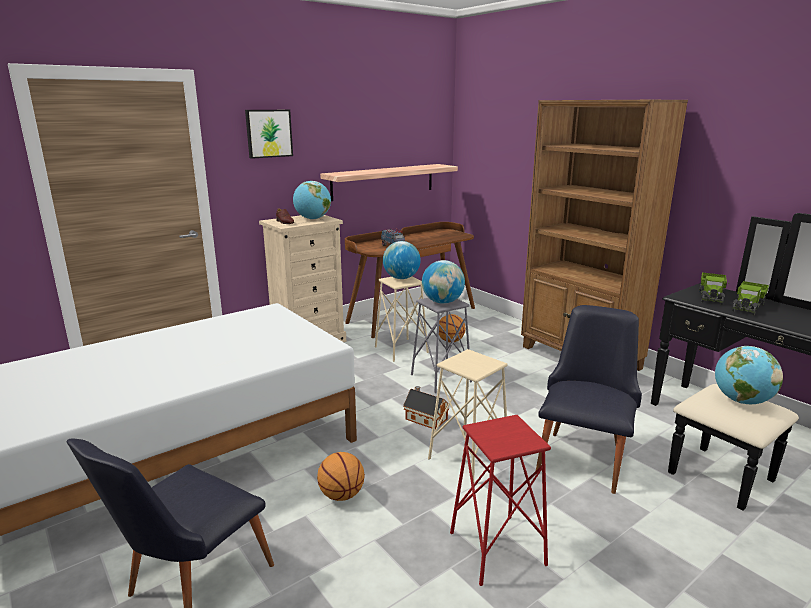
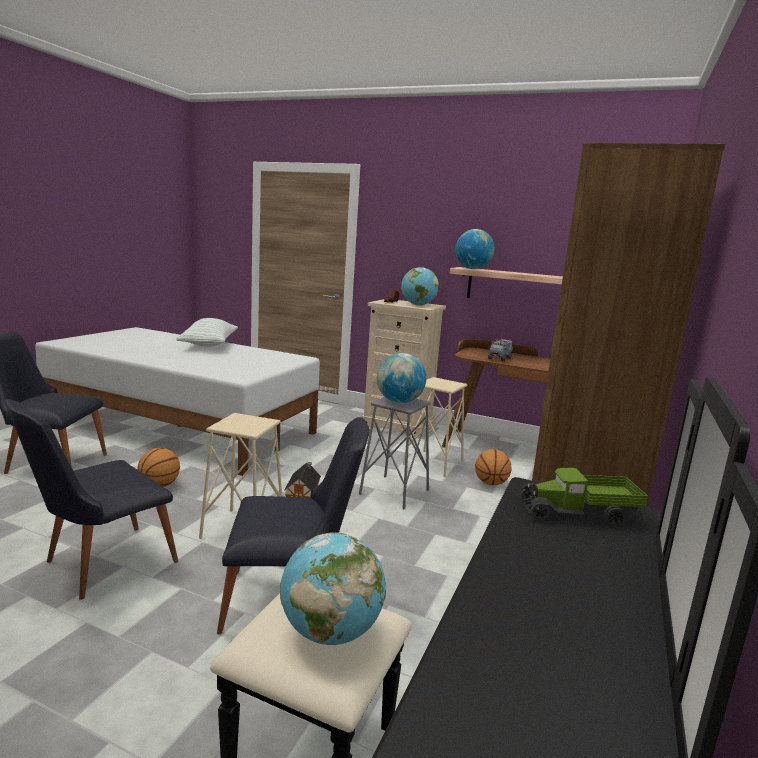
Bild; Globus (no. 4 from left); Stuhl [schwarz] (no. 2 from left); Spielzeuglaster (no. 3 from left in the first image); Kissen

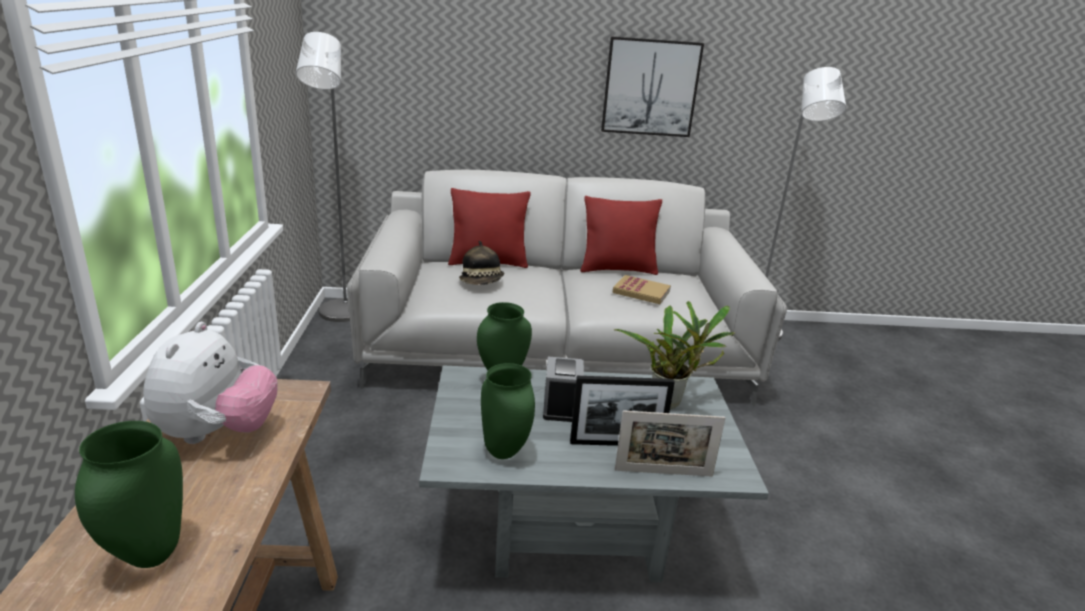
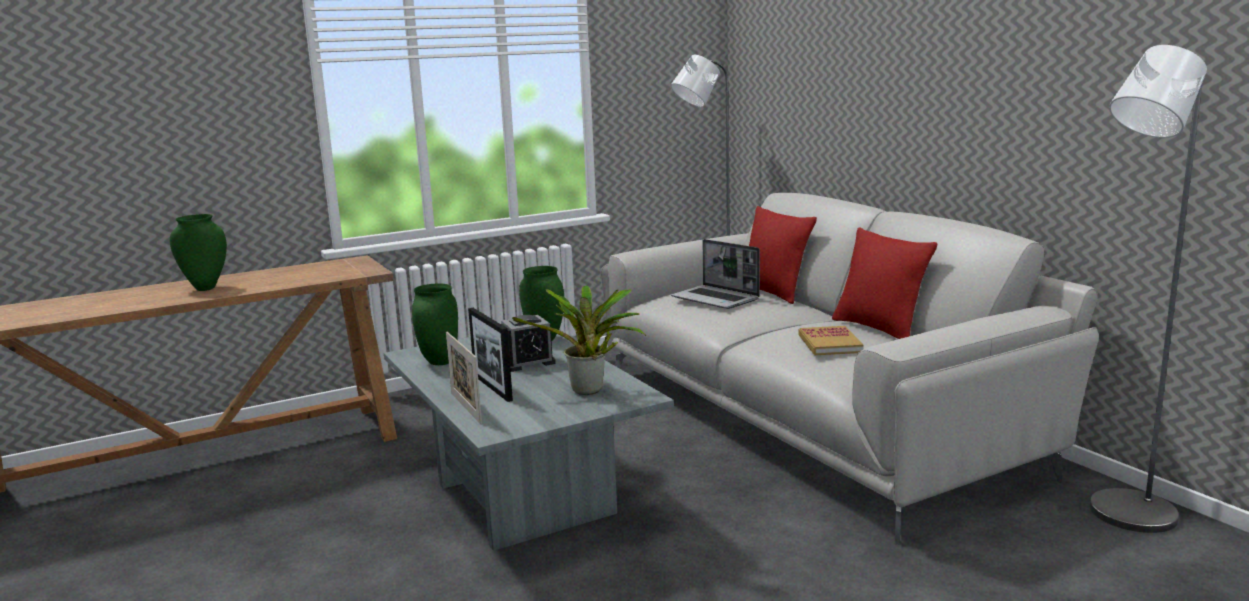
Plüschtier; Laptop; Bild

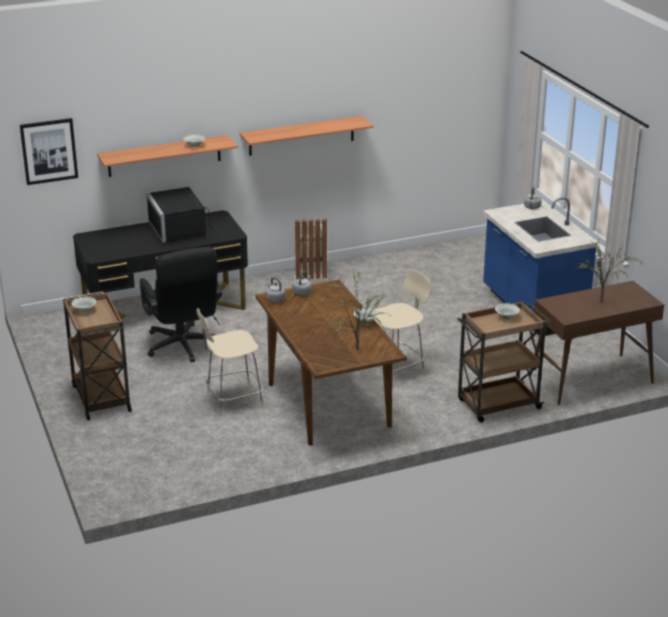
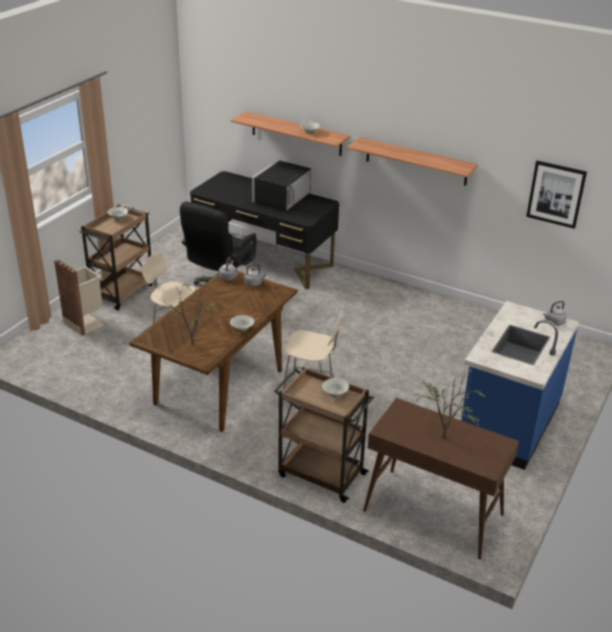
Bild; Mülleimer [beige]

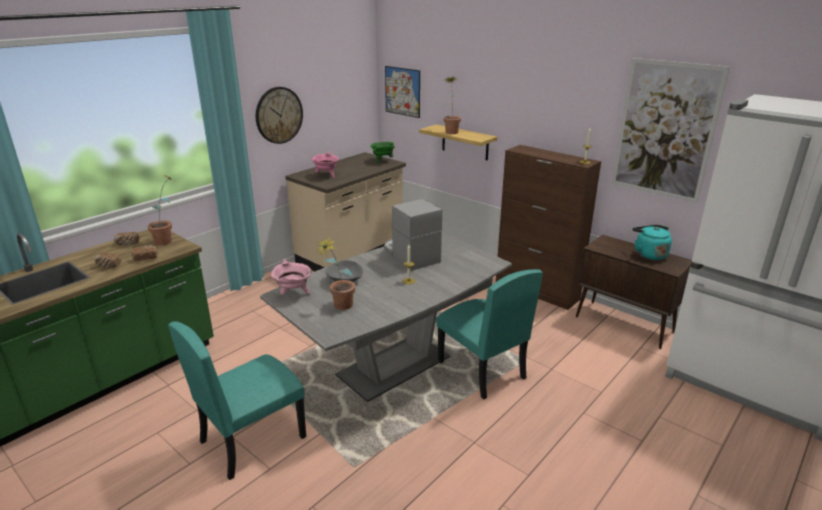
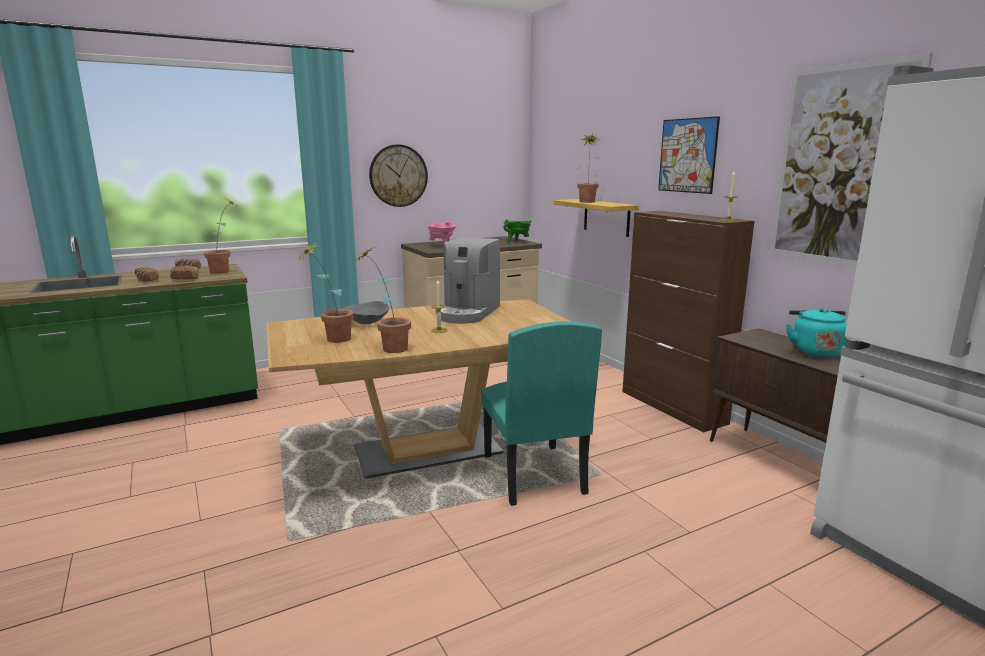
Stuhl [türkis] (no. 1 from left in the first image); Esstisch [braun]; Kochtopf [rosa] (no. 1 from left in the first image); Kaffeemaschine; Bild (no. 1 from left); Topfpflanze (no. 3 from left)

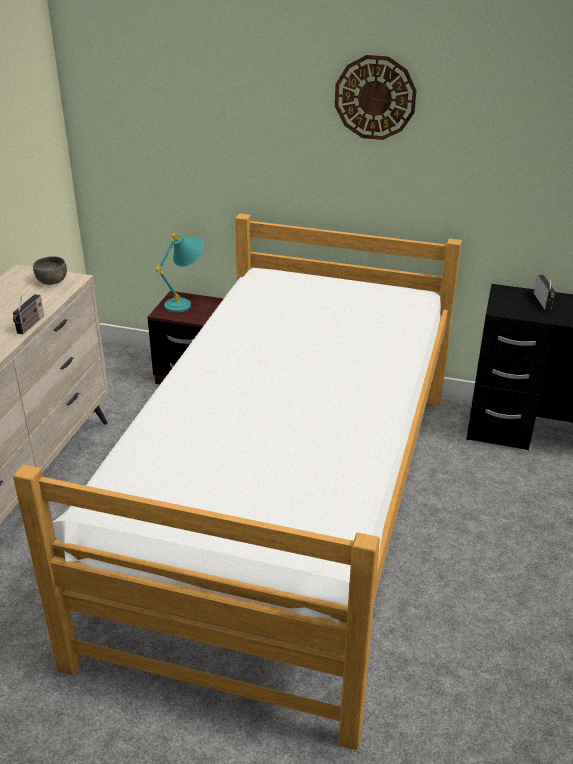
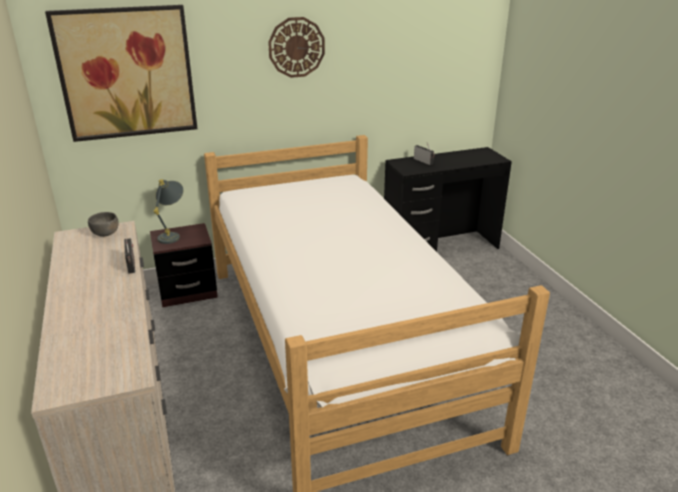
Tischlampe [grau]; Bild

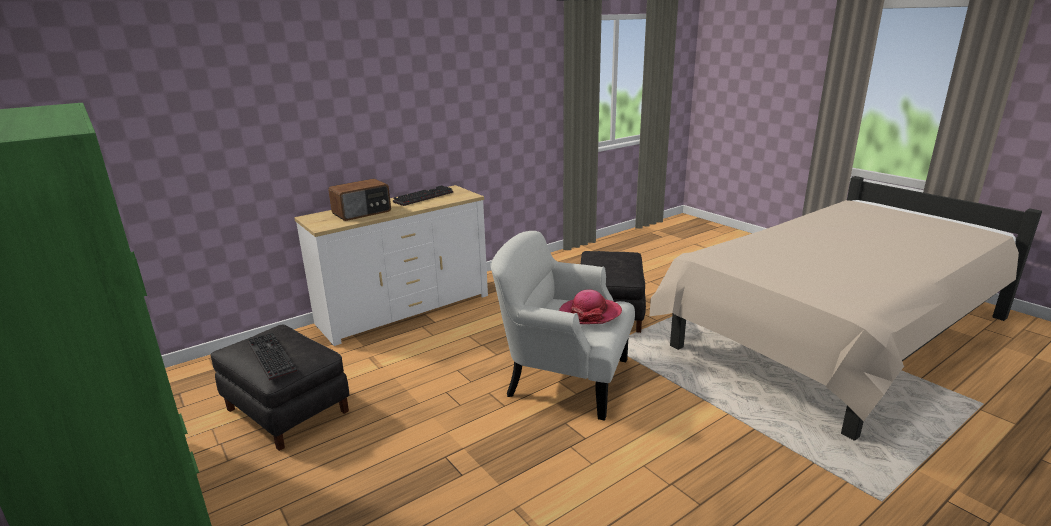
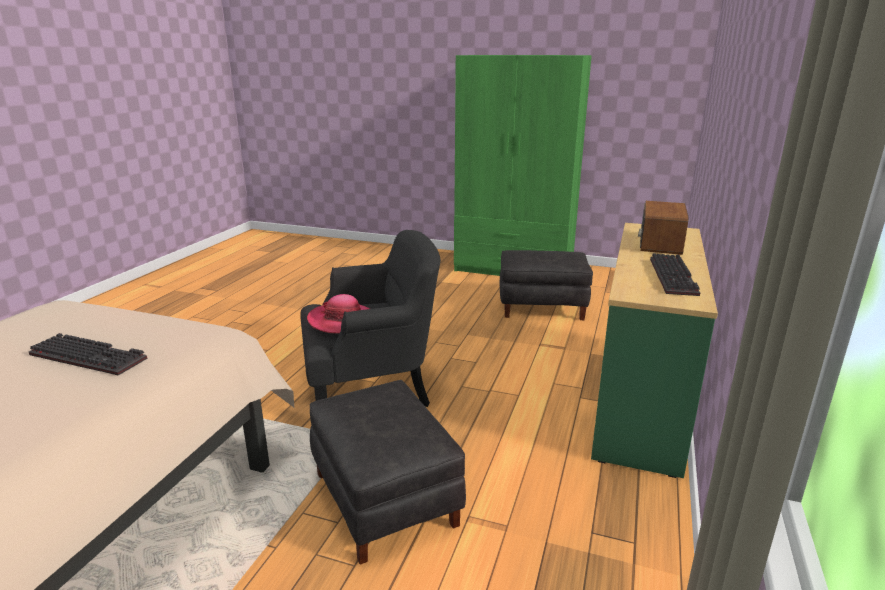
Tastatur (no. 1 from left); Kommode [grün]; Sessel [schwarz]

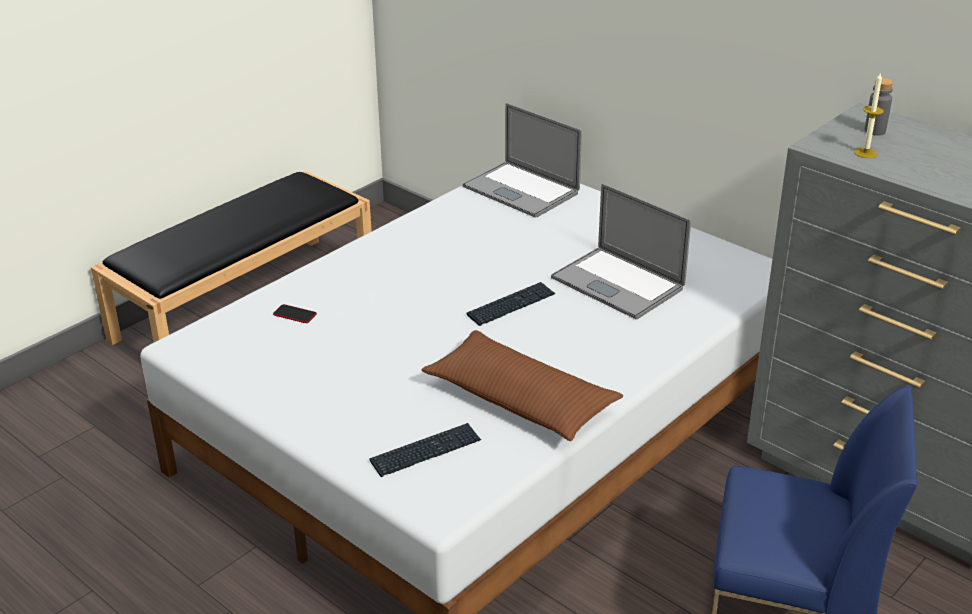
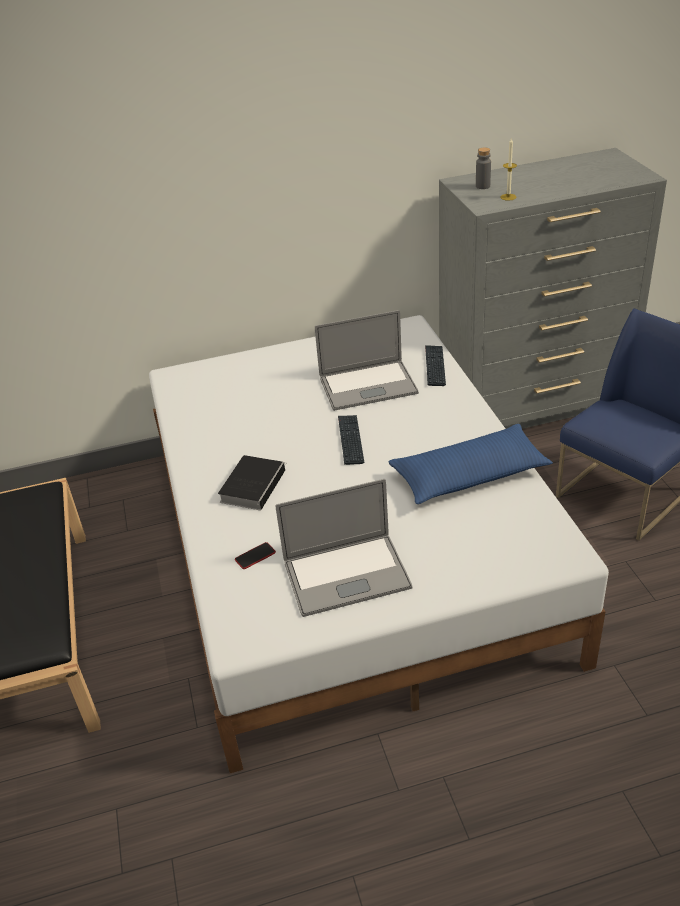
Tastatur (no. 2 from left); Kissen [blau]; Laptop (no. 1 from left); Buch

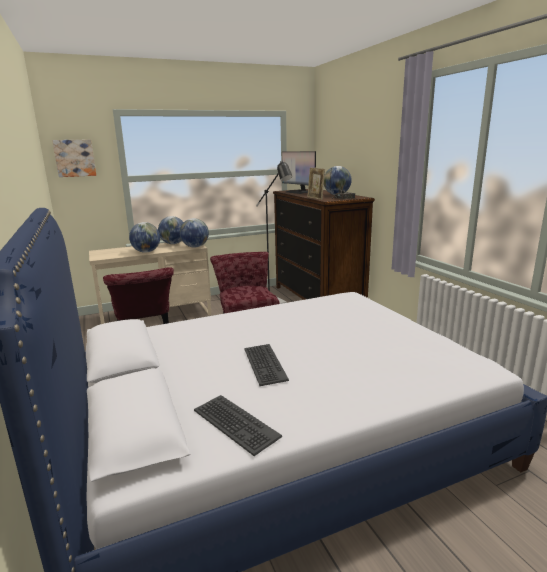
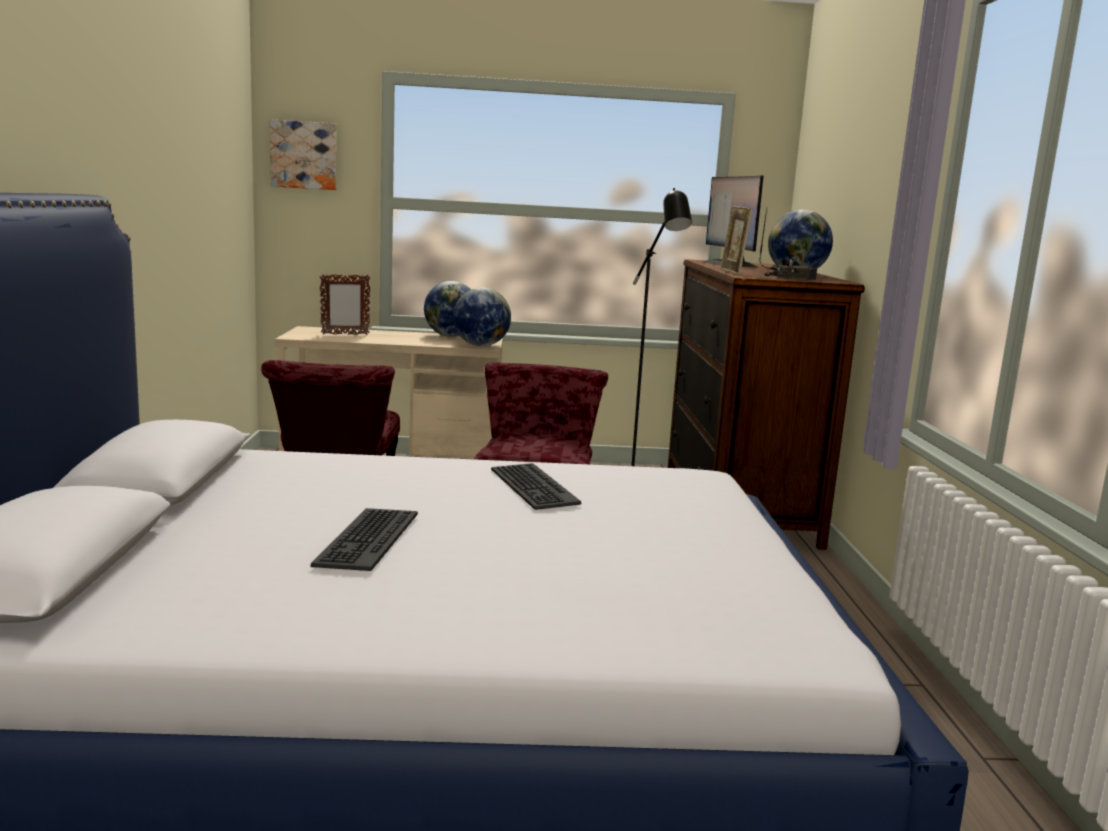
Globus (no. 1 from left in the first image); Tastatur (no. 2 from left); Bilderrahmen (no. 1 from left)

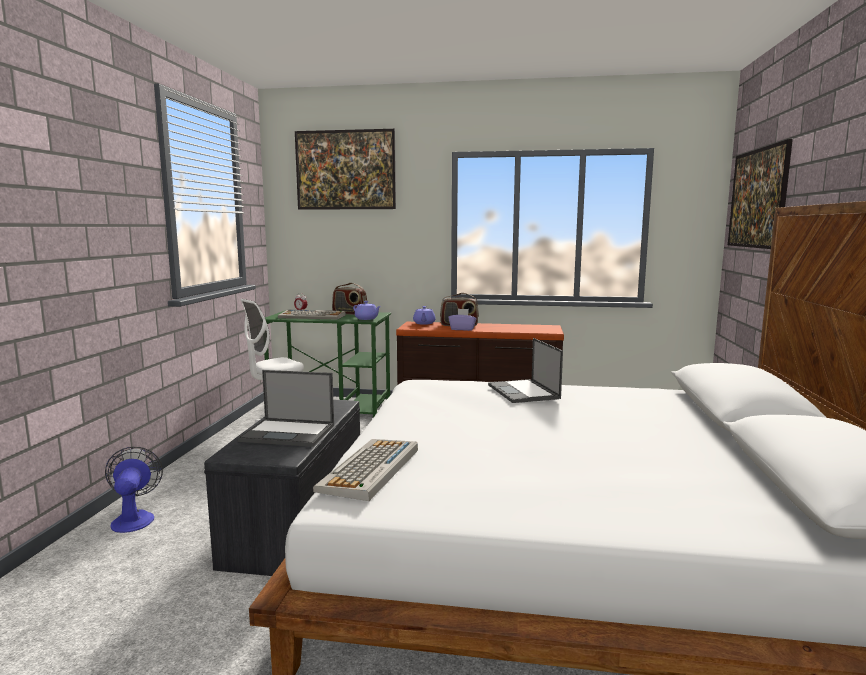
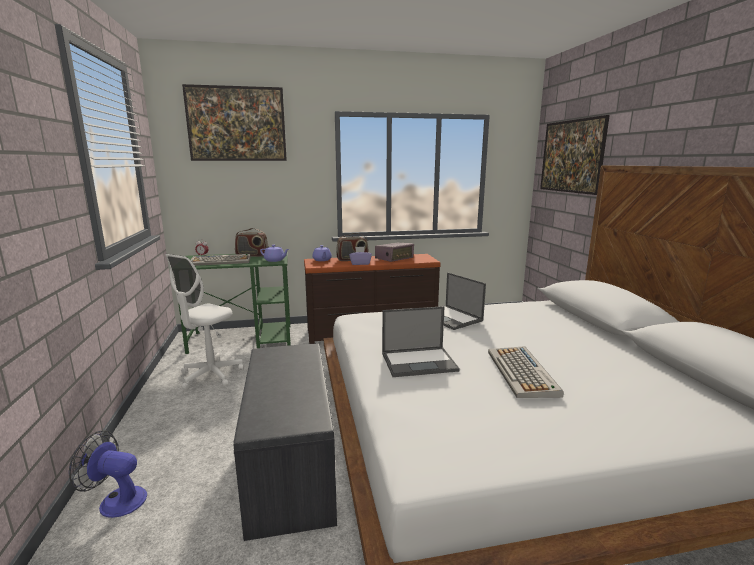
Ventilator; Laptop (no. 1 from left); Tastatur (no. 2 from left); Radio (no. 3 from left)

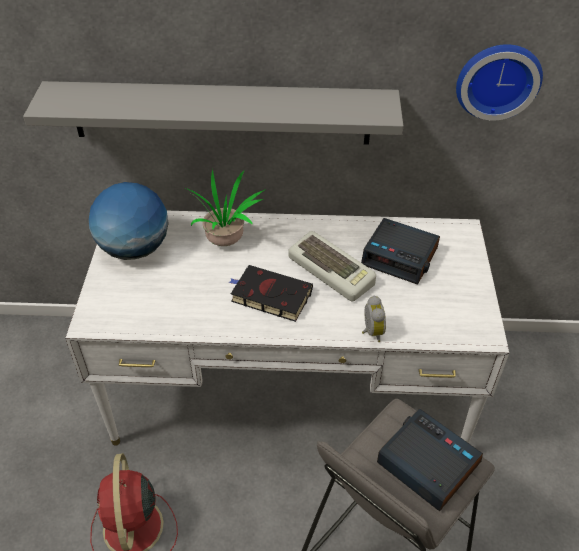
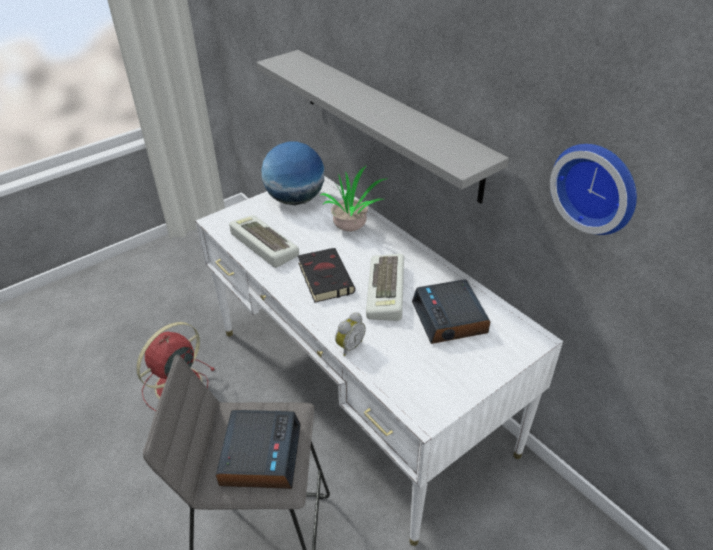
Tastatur (no. 1 from left)

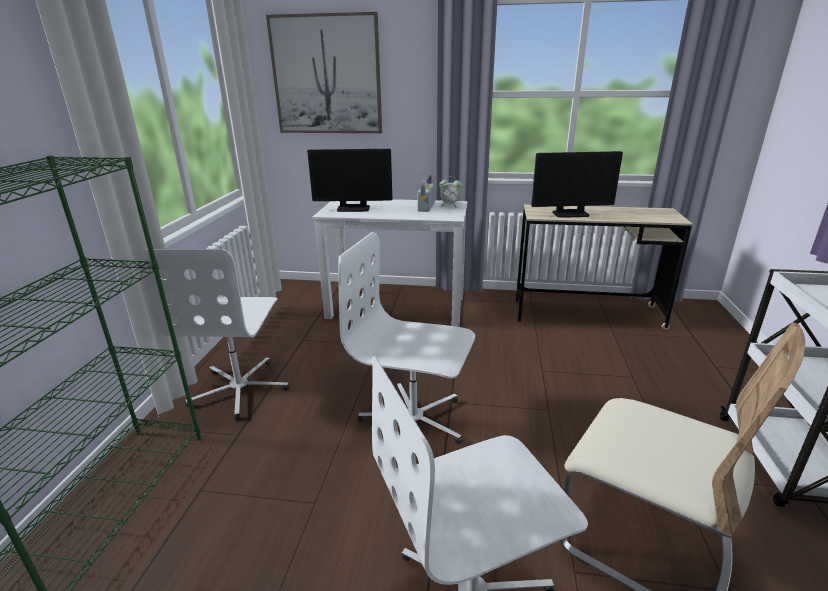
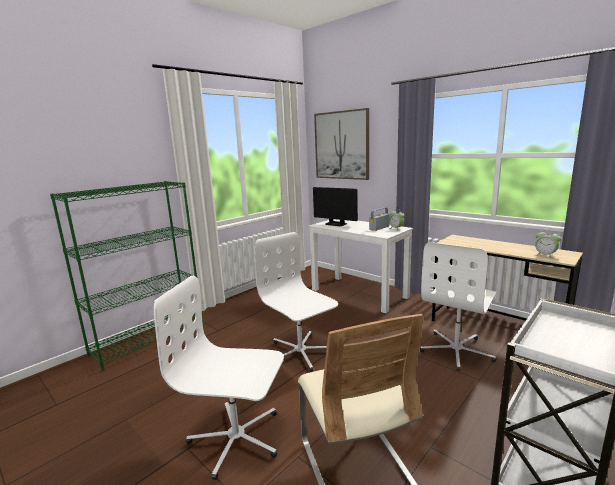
Bürostuhl [weiß] (no. 3 from left); Monitor (no. 2 from left in the first image); Wecker (no. 2 from left)

